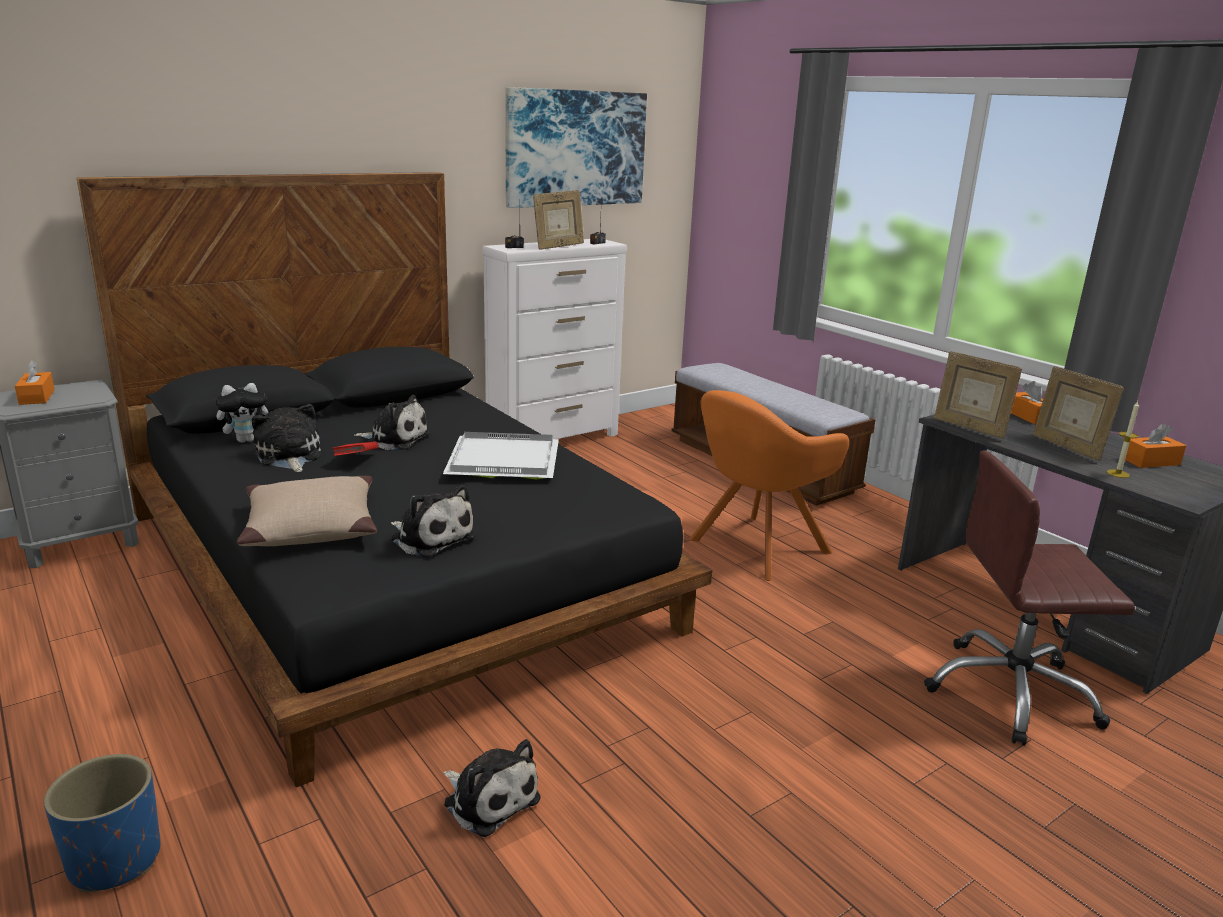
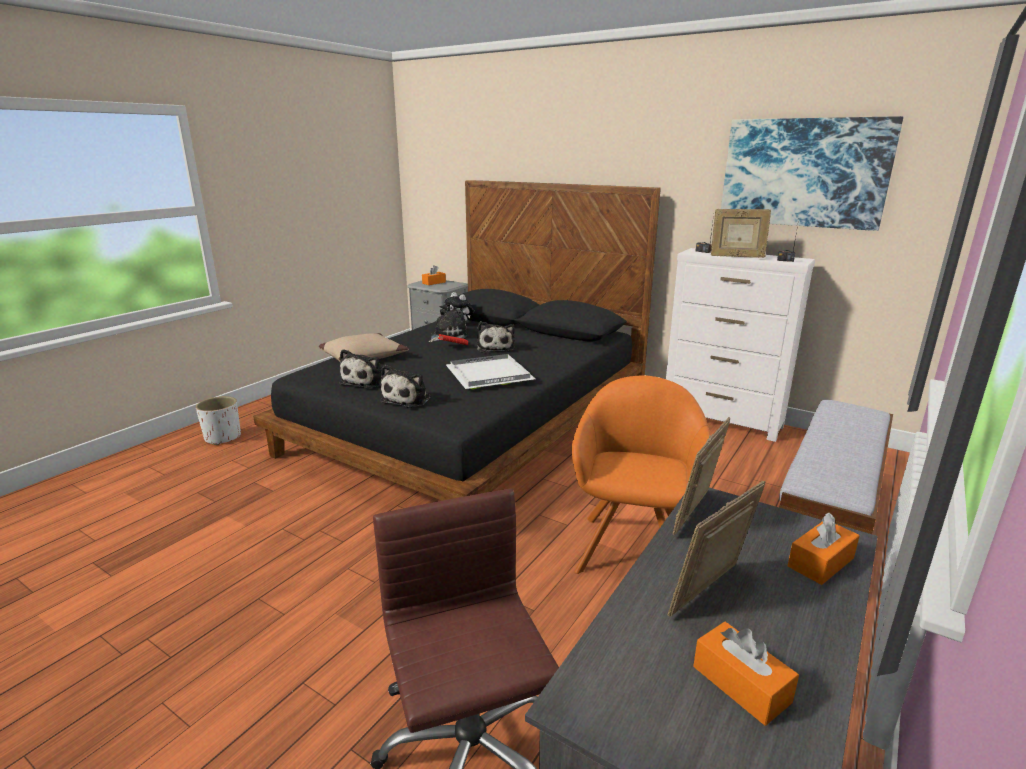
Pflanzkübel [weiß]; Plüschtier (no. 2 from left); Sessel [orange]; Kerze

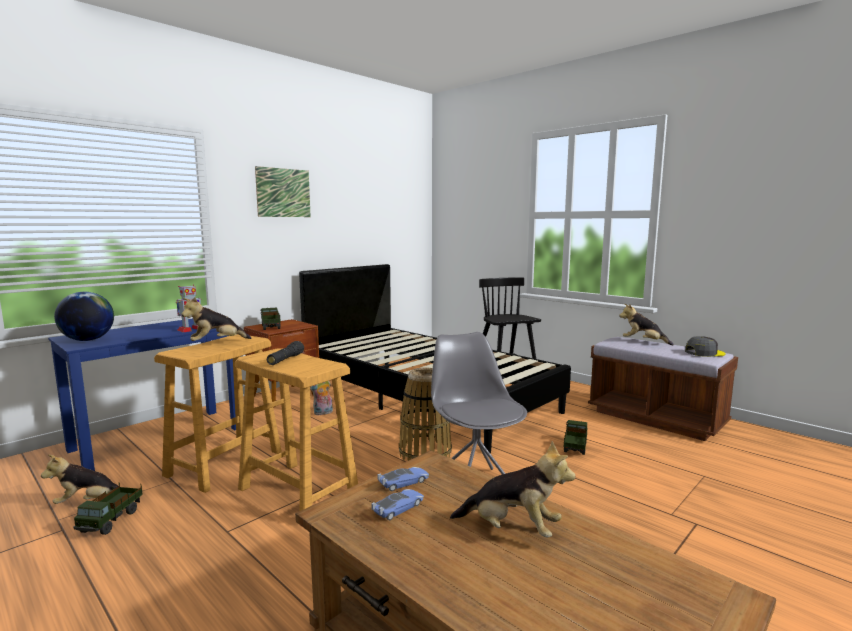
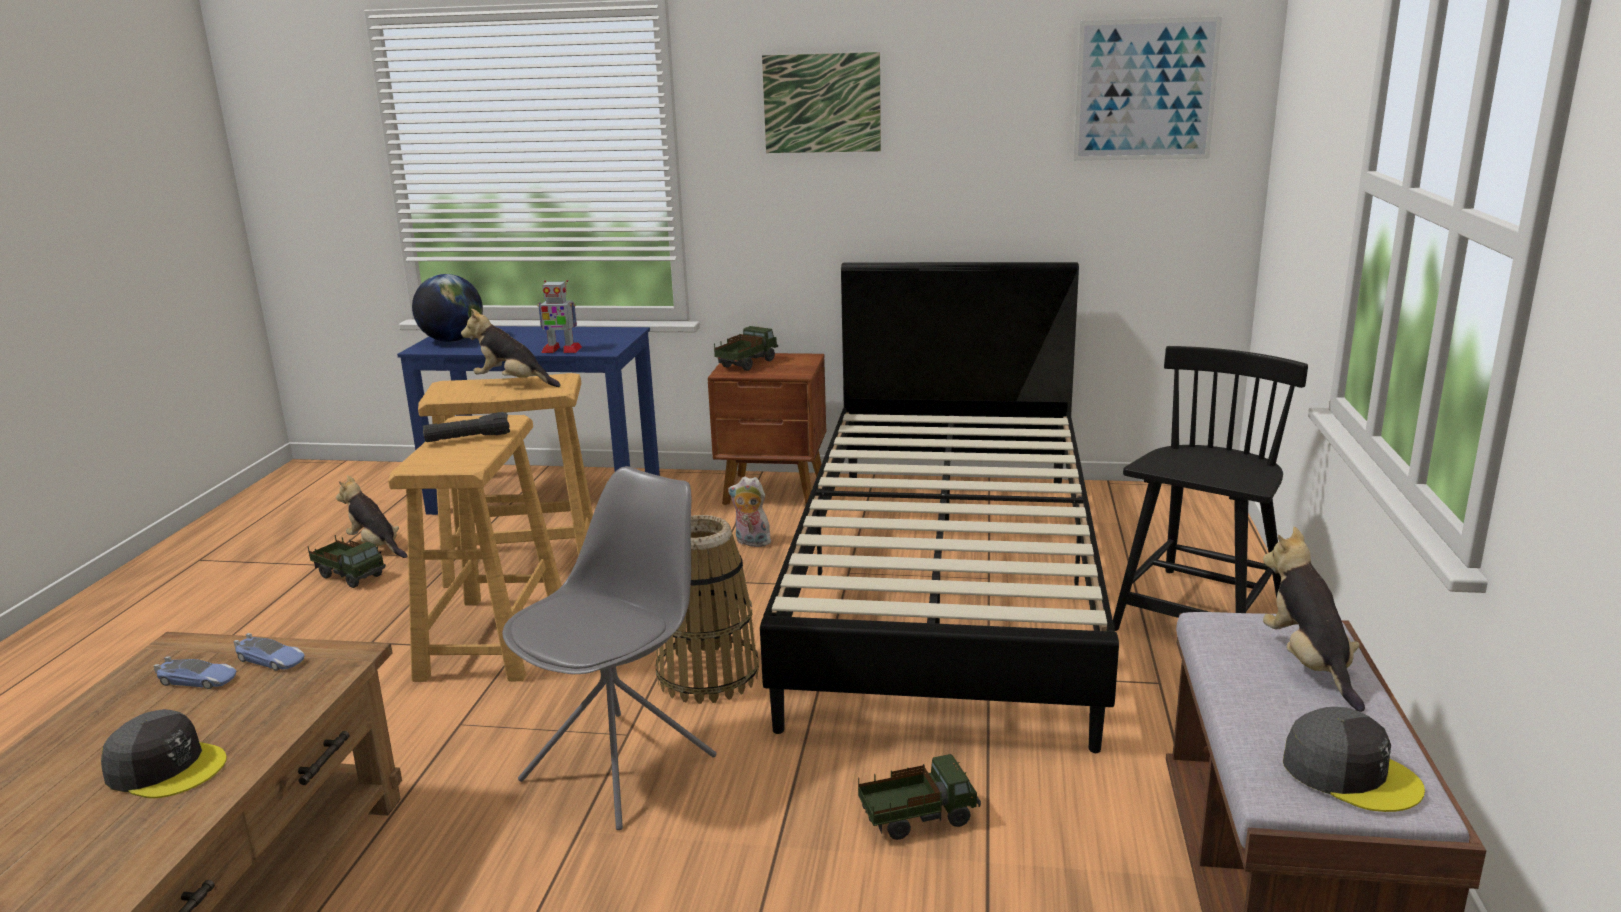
Spielzeuglaster (no. 1 from left); Kappe [grau] (no. 1 from left); Bild (no. 2 from left)

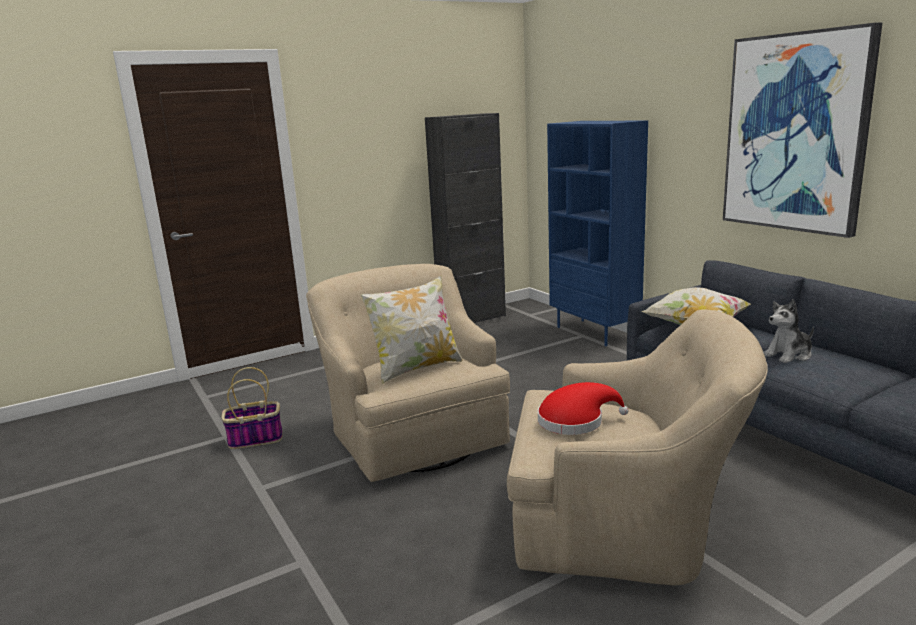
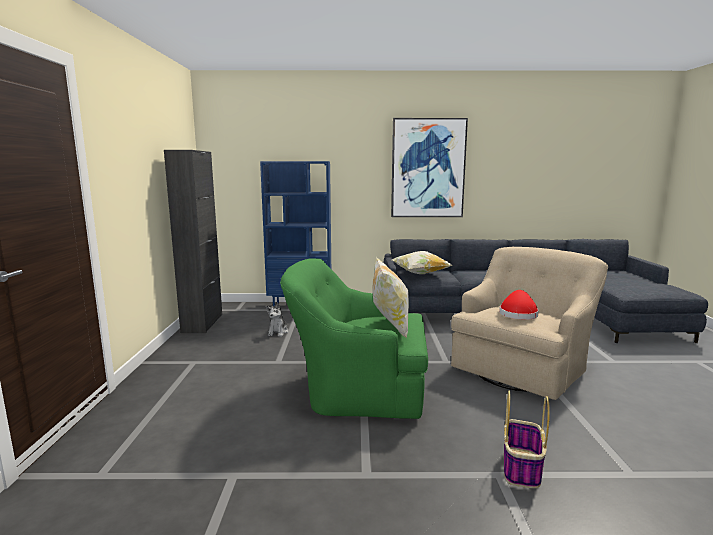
Korb; Sessel [grün]; Plüschtier

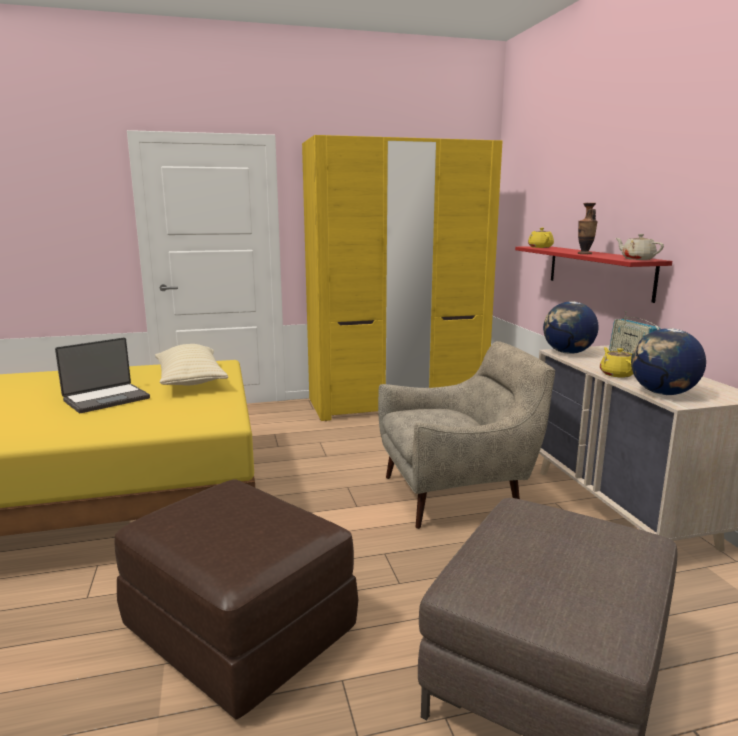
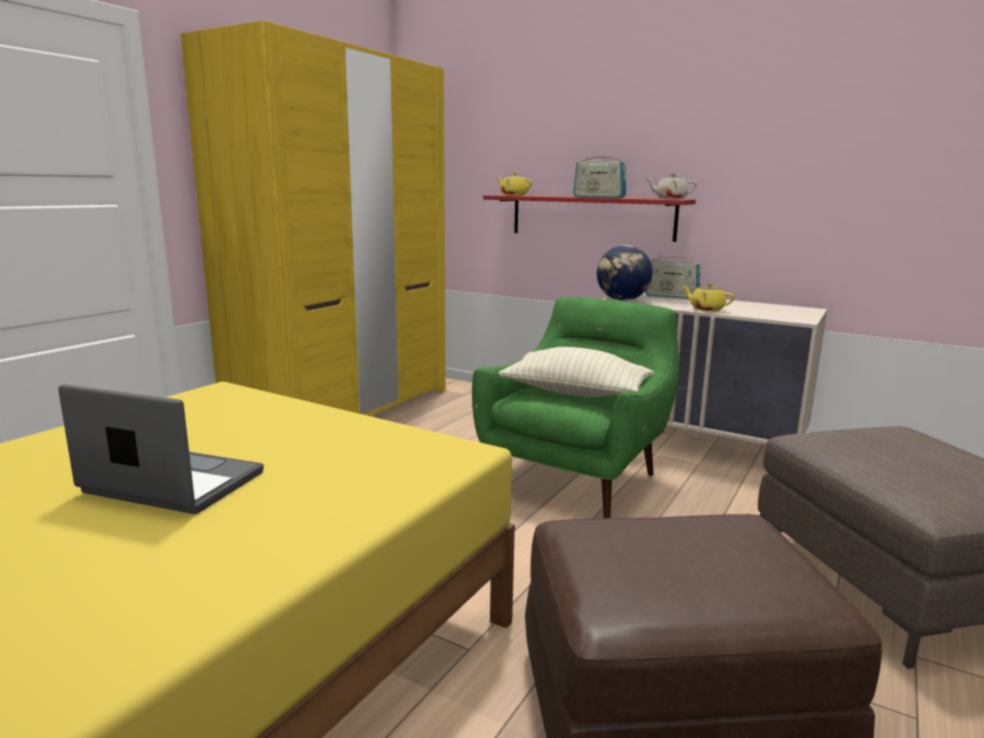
Laptop; Kissen [beige]; Sessel [grün]; Radio (no. 1 from left); Globus (no. 2 from left in the first image)

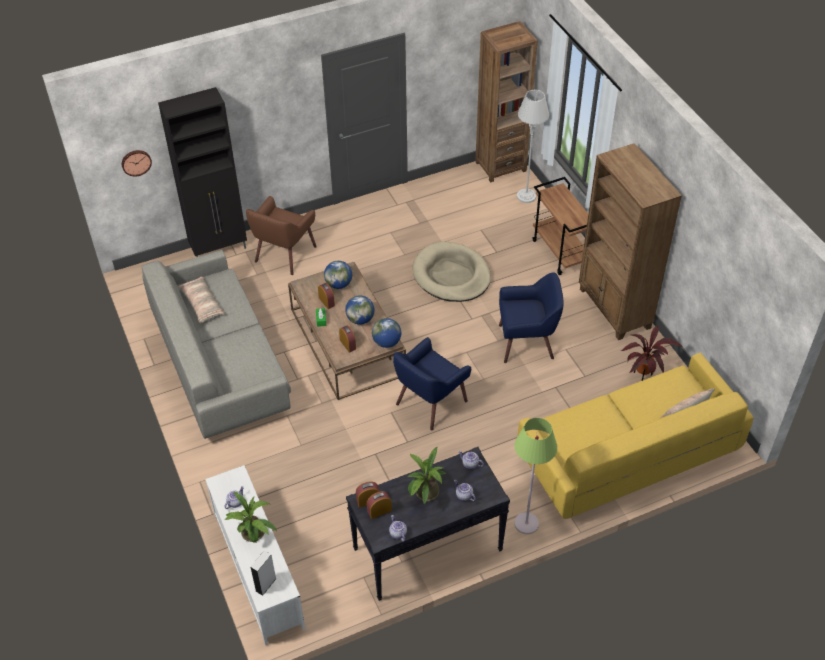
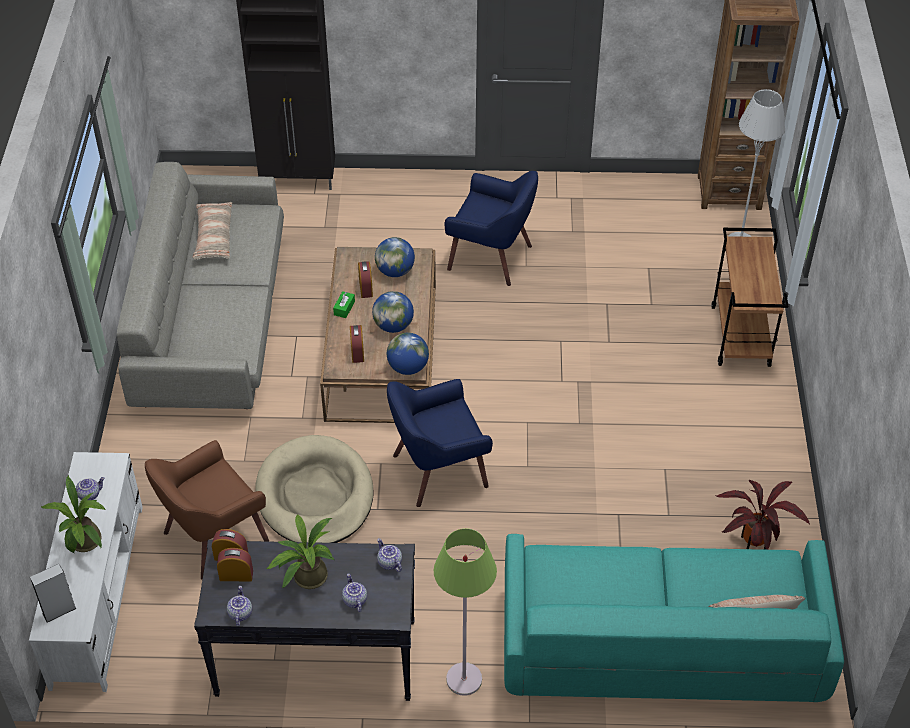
Wanduhr; Sessel [braun]; Hundebett [beige]; Sessel [blau] (no. 2 from left); Sofa [türkis]; Bücherregal [braun] (no. 2 from left in the first image)

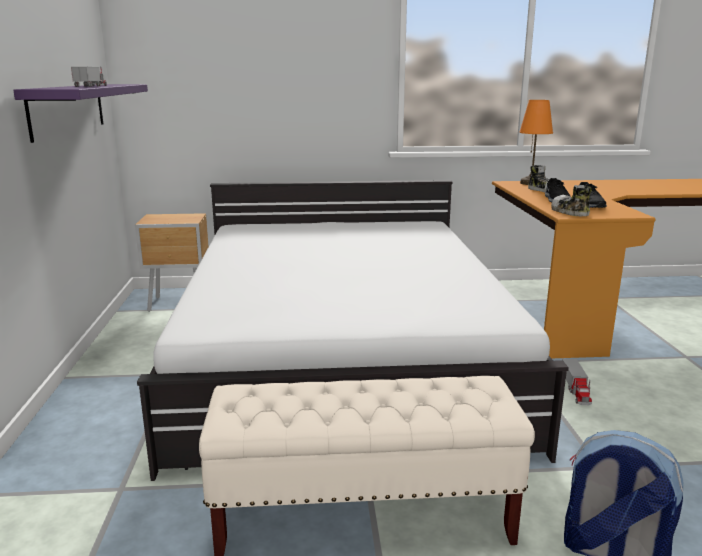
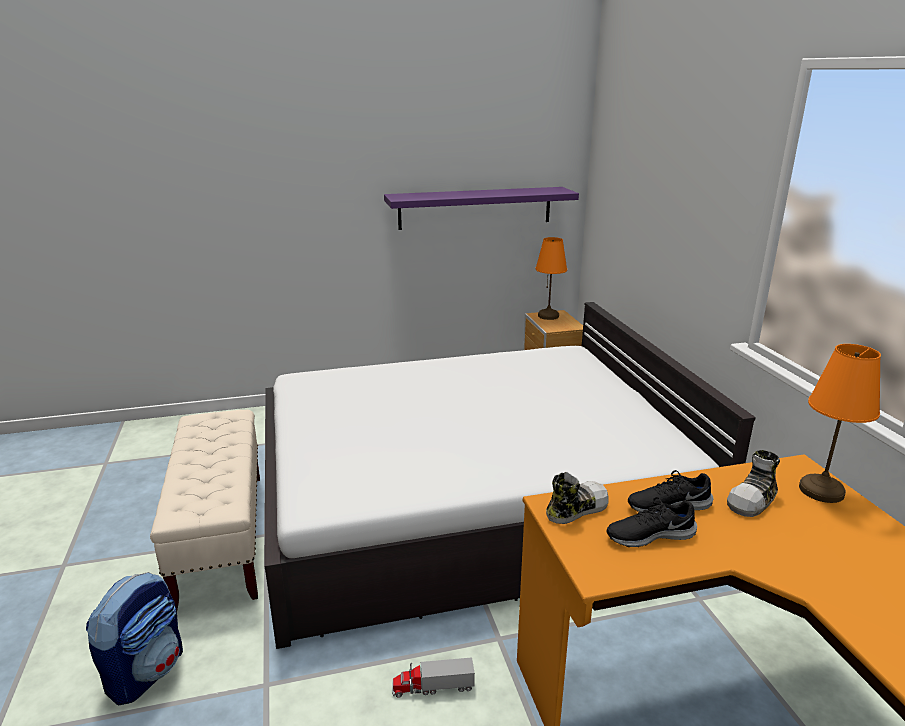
Spielzeuglaster (no. 1 from left in the first image); Tischlampe [orange] (no. 1 from left)

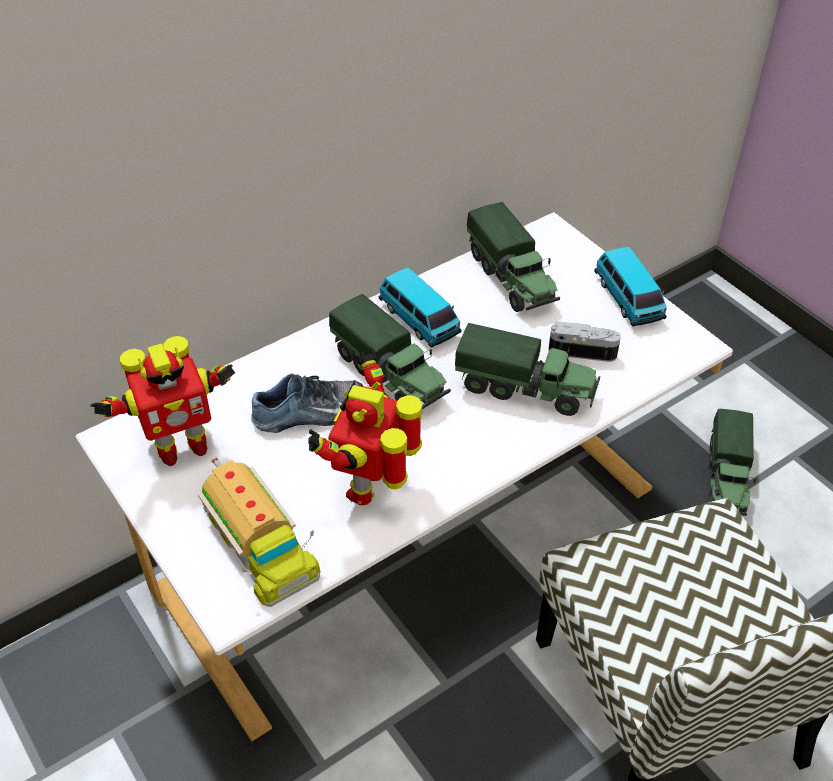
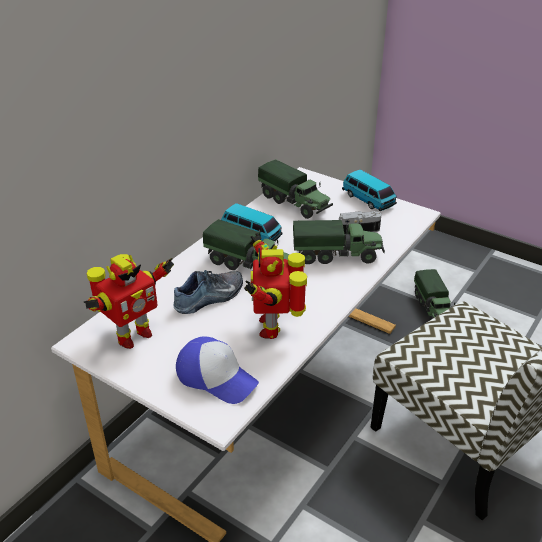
Kappe

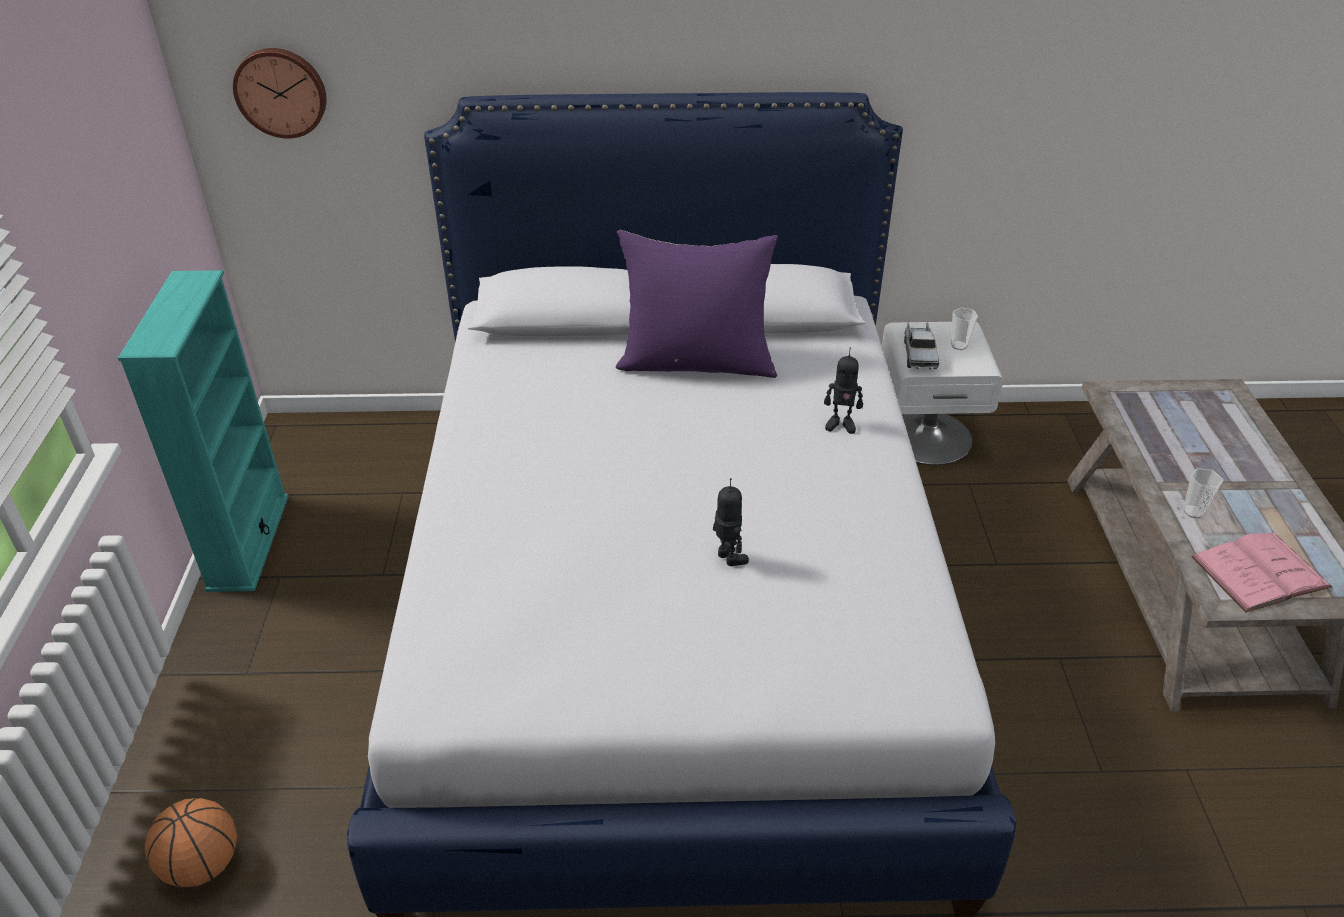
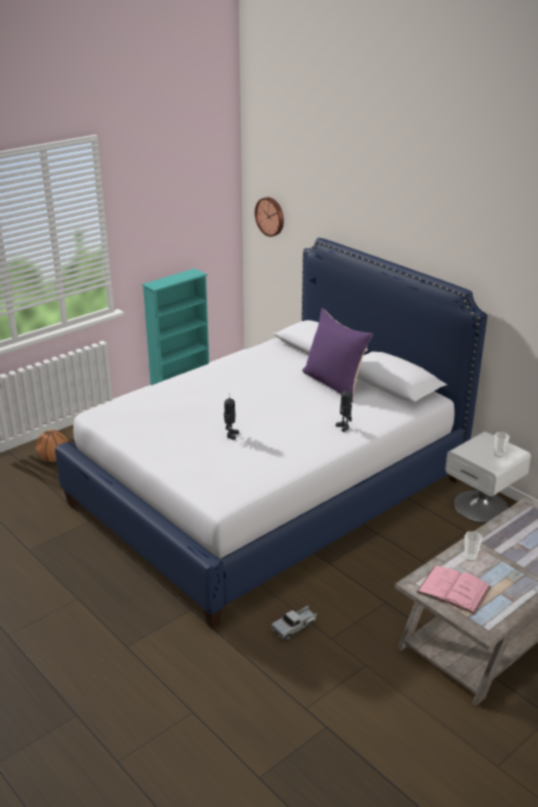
Spielzeuglaster

